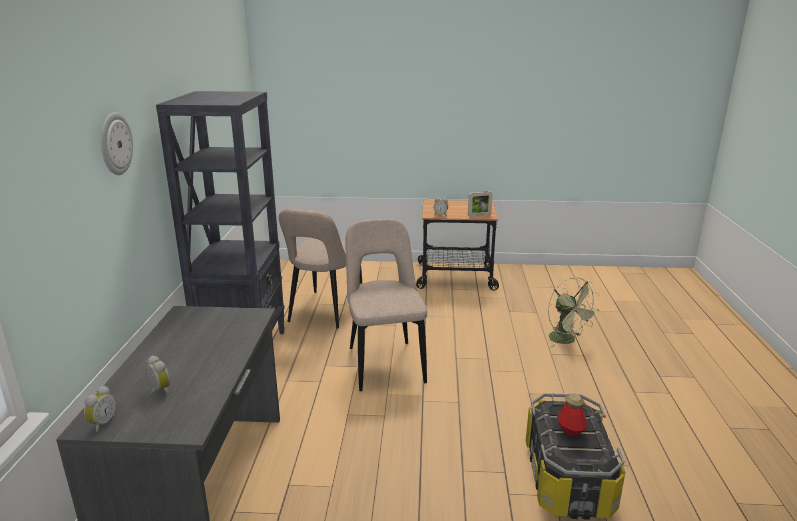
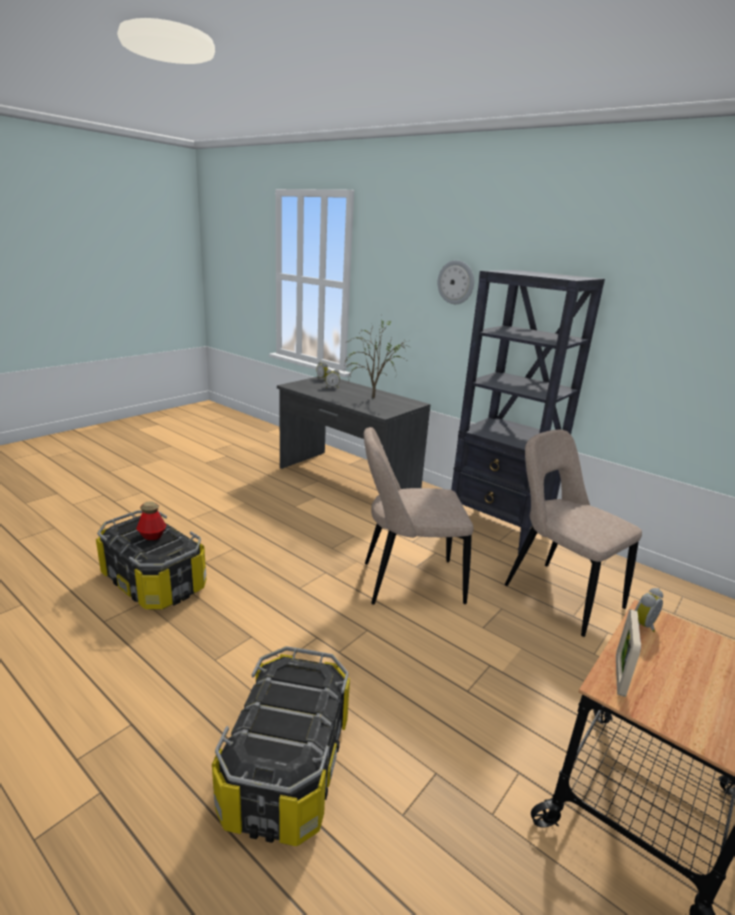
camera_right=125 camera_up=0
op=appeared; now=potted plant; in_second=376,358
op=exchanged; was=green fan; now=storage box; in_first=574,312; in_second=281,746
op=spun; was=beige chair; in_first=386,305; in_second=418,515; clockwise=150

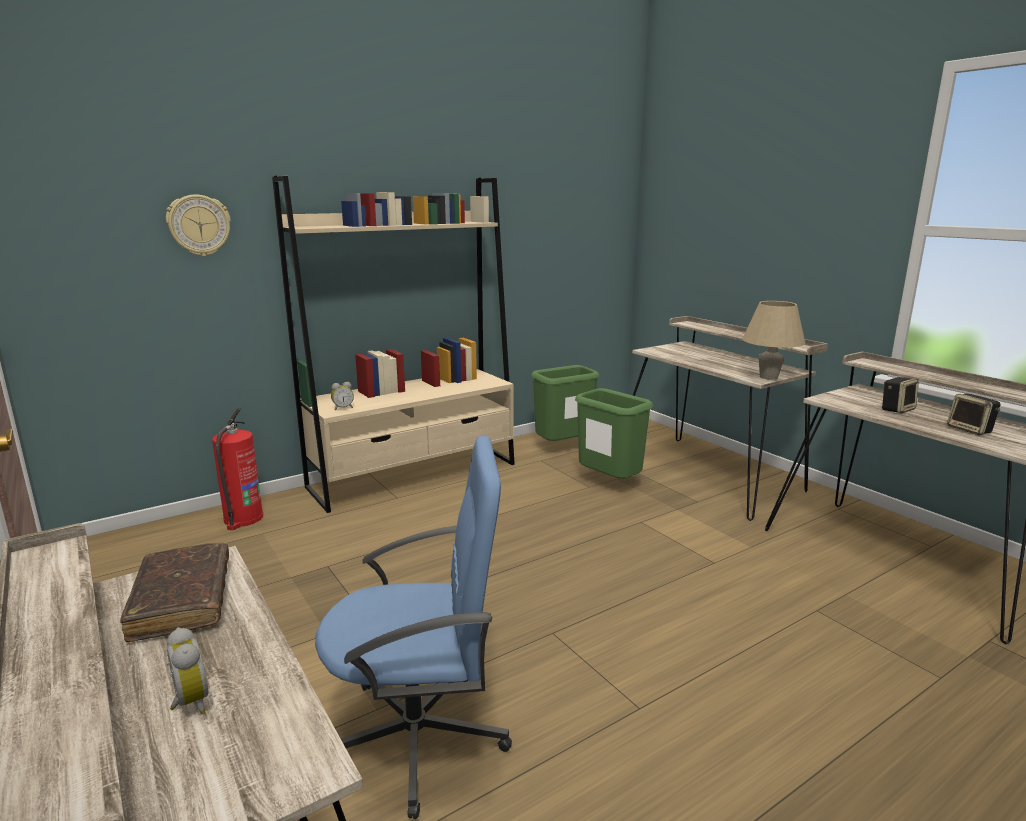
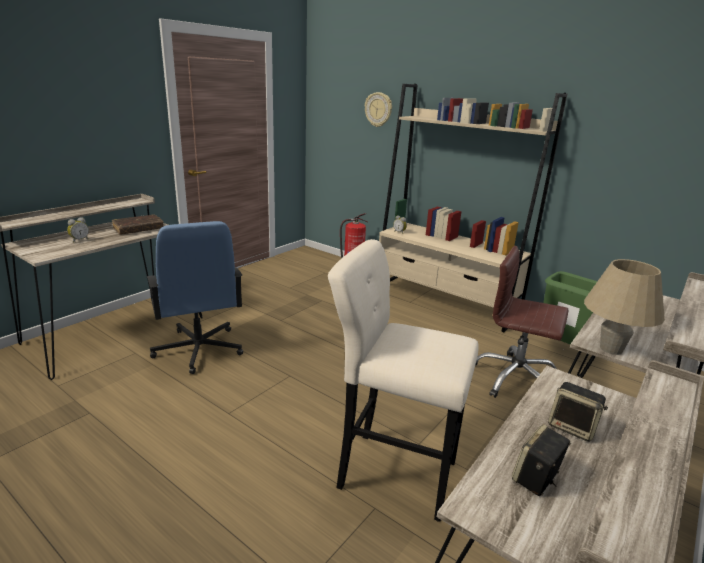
camera_right=70 camera_up=5
op=appeared; now=beige stool; in_second=403,380
op=exchanged; was=green trash can; now=brown office chair; in_first=614,433; in_second=522,322

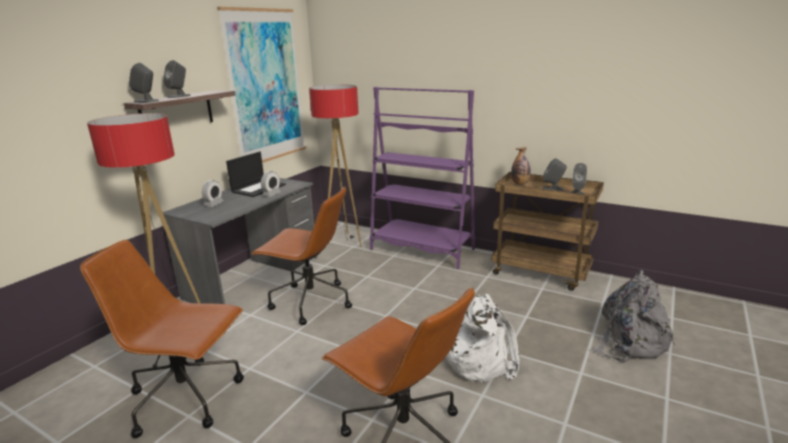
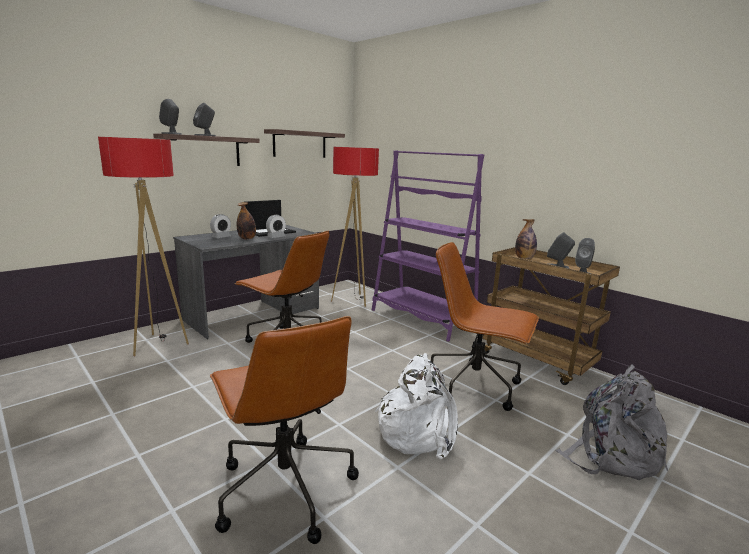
camera_right=15 camera_up=-5
op=appeared; now=bottle; in_second=246,221
op=relocated; was=brown office chair; in_first=162,339; in_second=485,326
op=exchanged; was=picture; now=shelf; in_first=262,85; in_second=304,143

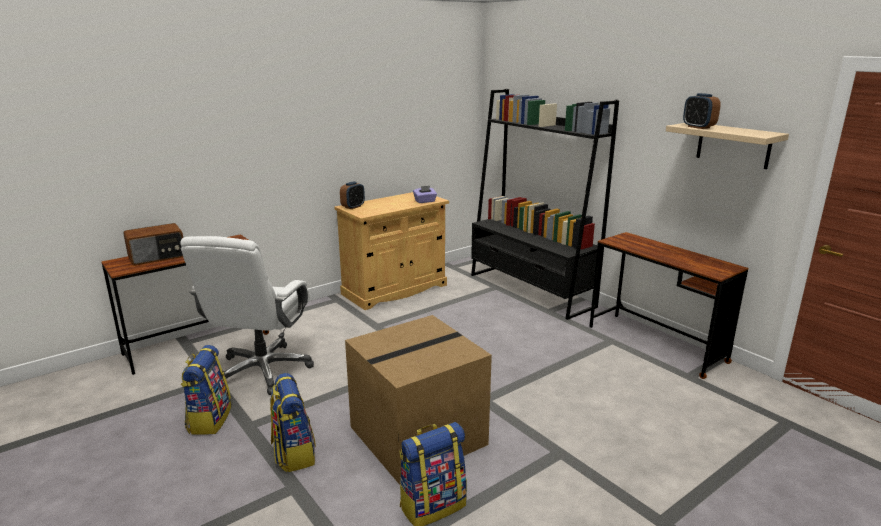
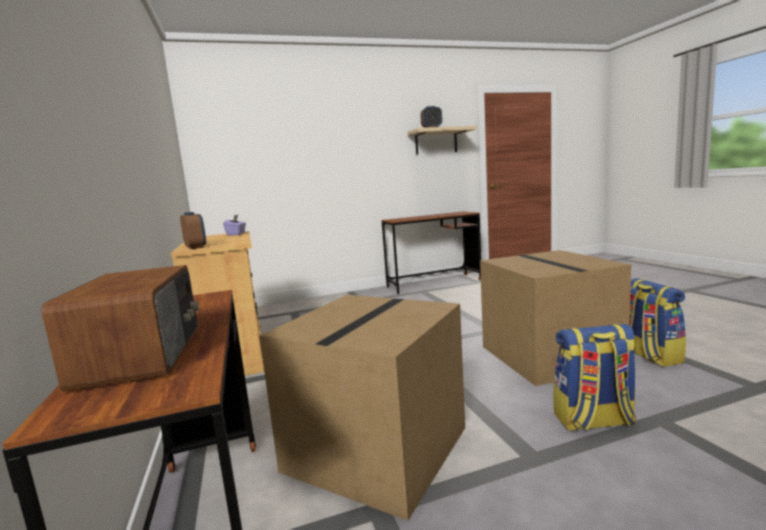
camera_right=-70 camera_up=-10
op=missing; was=backpack; in_first=206,390
op=missing; was=black bookcase; in_first=545,204
op=exchanged; was=white office chair; now=cardboard box; in_first=247,315; in_second=362,408

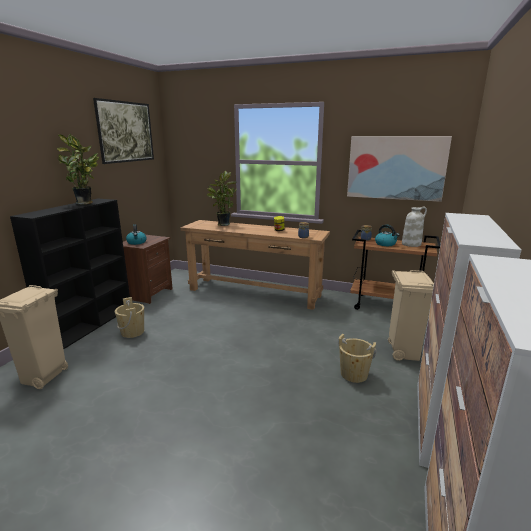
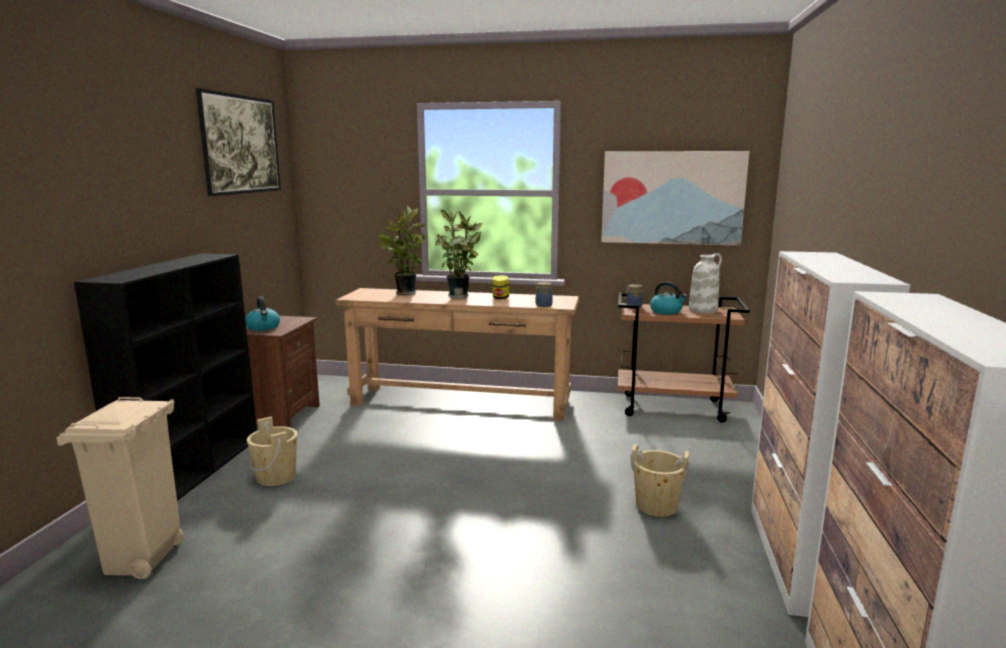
camera_right=-10 camera_up=-5
op=missing; was=beige trash can; in_first=411,315
op=relocated; was=potted plant; in_first=78,169; in_second=458,253

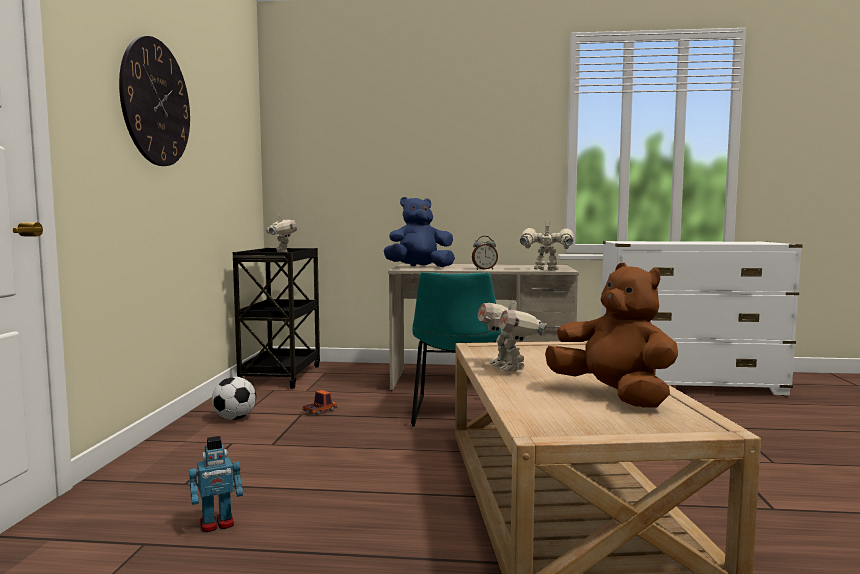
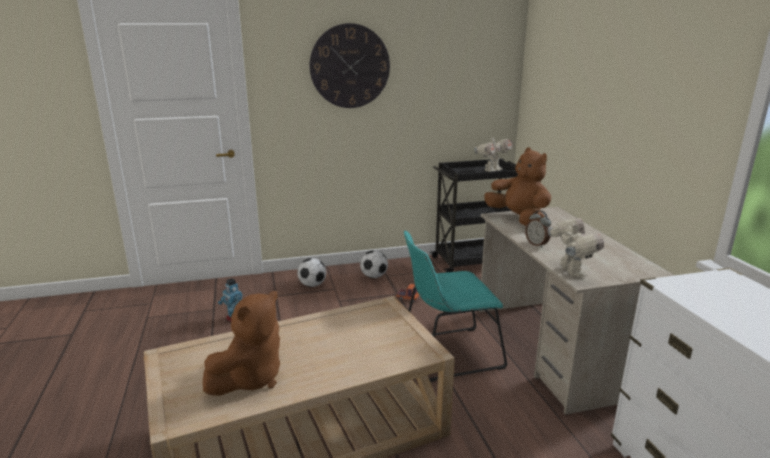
camera_right=70 camera_up=15
op=missing; was=toy robot; in_first=512,332
op=appeared; now=football; in_second=311,272
op=colour; was=blue plush toy; now=brown plush toy; in_first=419,232; in_second=517,187

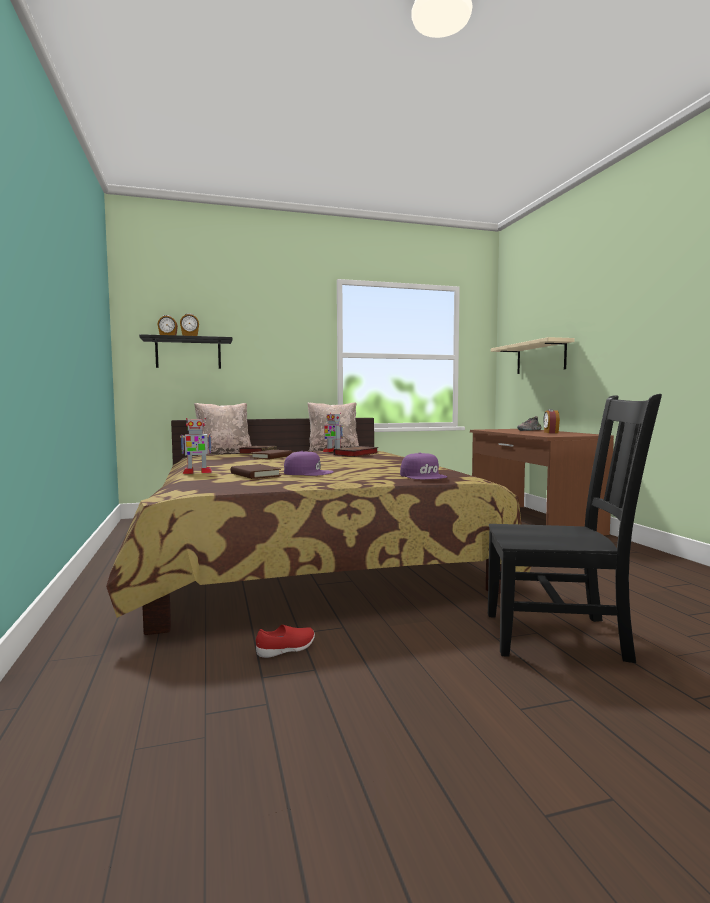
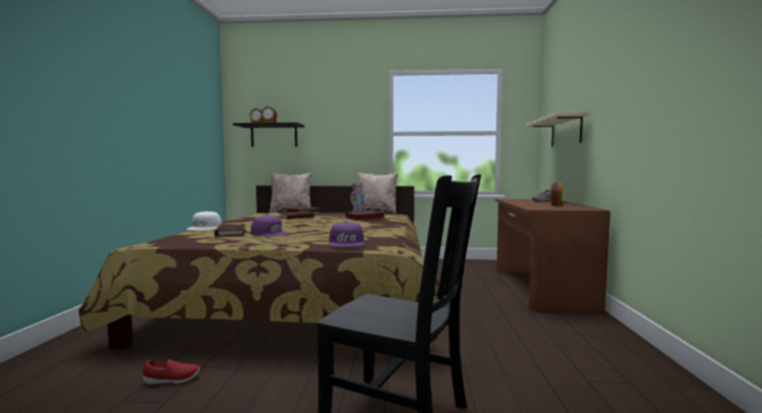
camera_right=20 camera_up=0
op=exchanged; was=toy robot; now=white cap; in_first=196,446; in_second=204,220

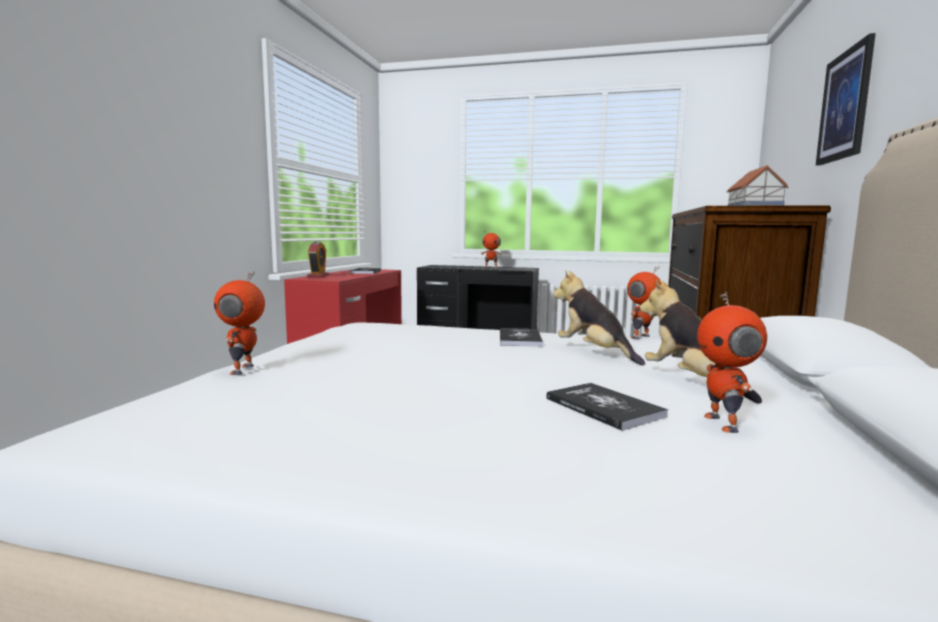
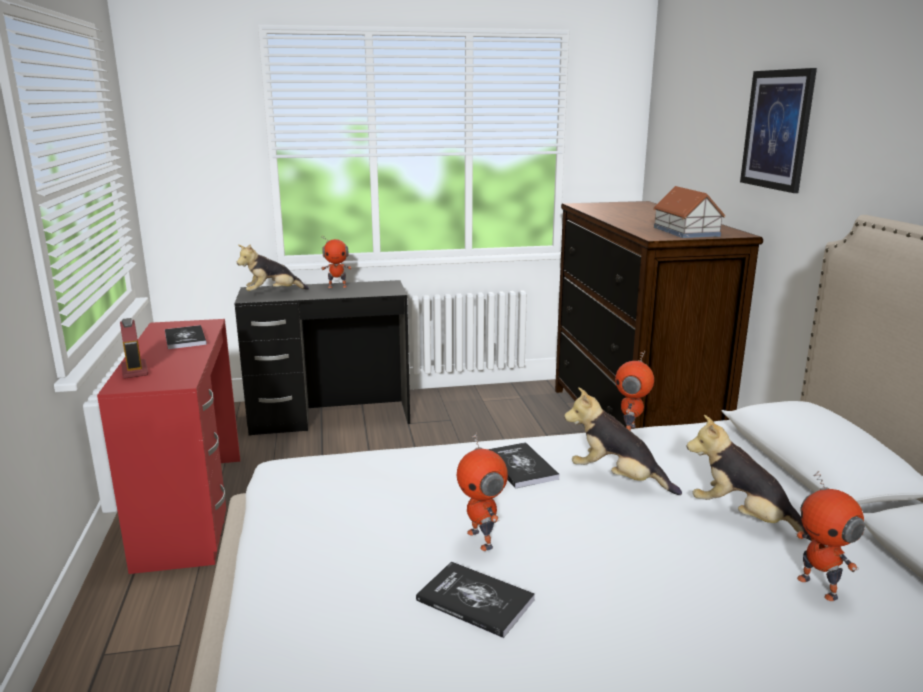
camera_right=-25 camera_up=10
op=appeared; now=plush toy; in_second=273,267
op=relocated; was=toy robot; in_first=239,323; in_second=482,492
op=relocated; was=book; in_first=607,407; in_second=475,599

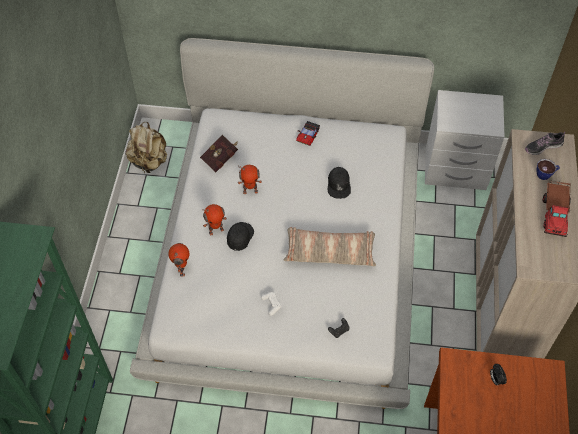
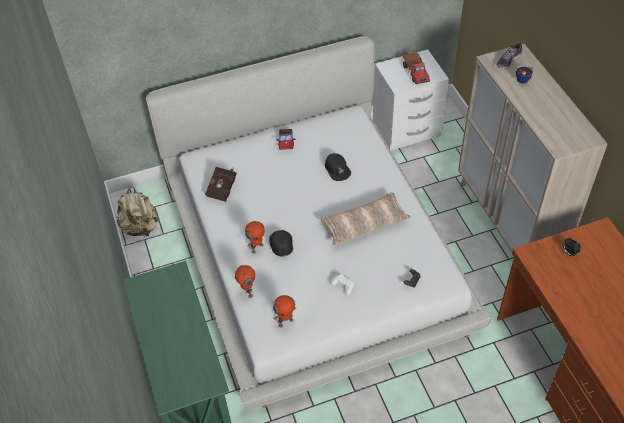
camera_right=-25 camera_up=-5
op=relocated; was=toy robot; in_first=250,179; in_second=284,311
op=relocated; was=toy truck; in_first=557,209; in_second=416,66

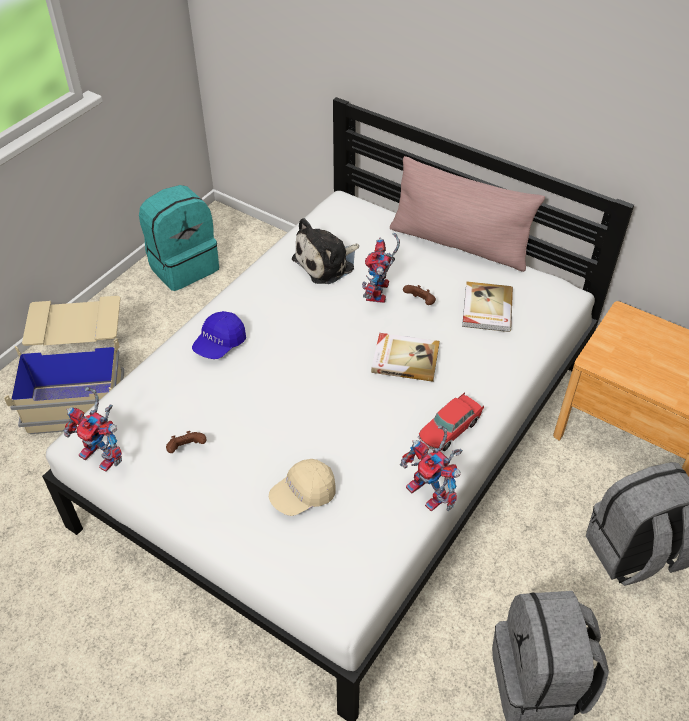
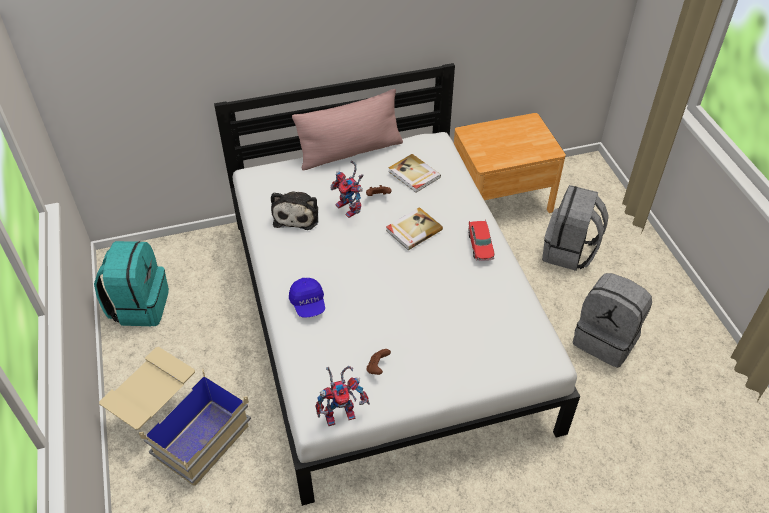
camera_right=-50 camera_up=0
op=missing; was=beige cap; in_first=302,487
op=missing; was=toy robot; in_first=431,468

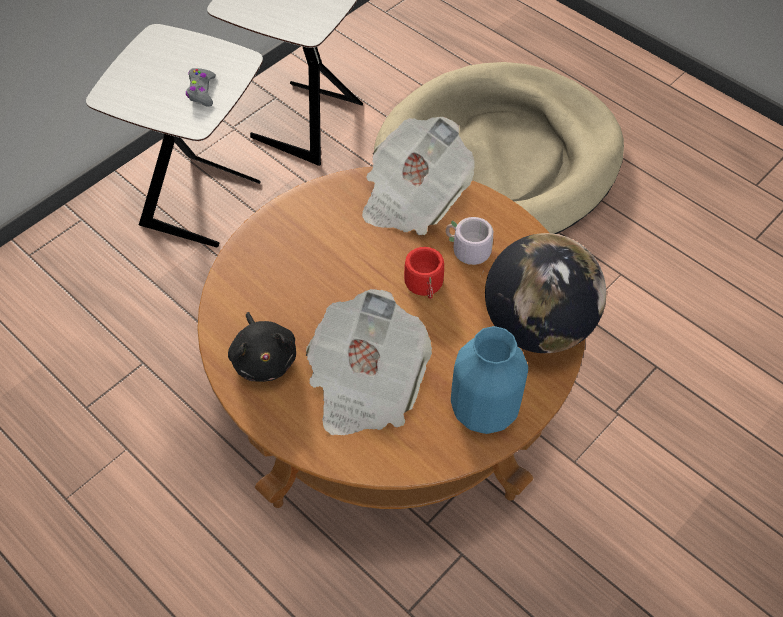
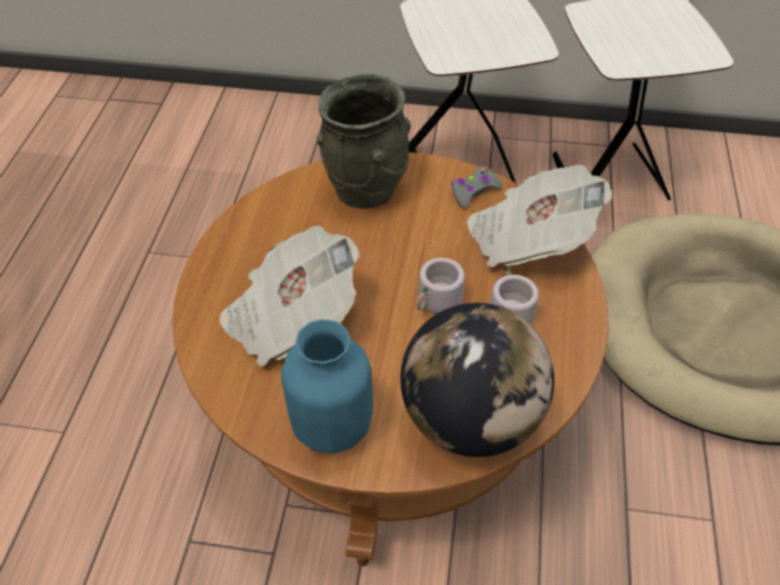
camera_right=55 camera_up=-5
op=missing; was=black plush toy; in_first=262,347
op=appeared; now=grey vase; in_second=364,141
op=relocated; was=grey game controller; in_first=201,87; in_second=477,187
op=colour; was=red mug; now=grey mug; in_first=424,273; in_second=444,285

